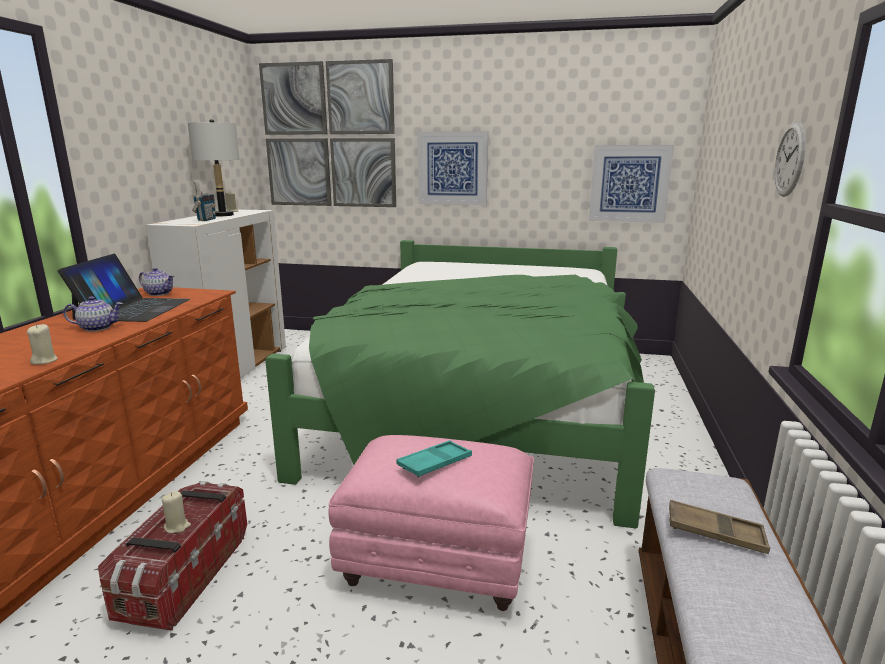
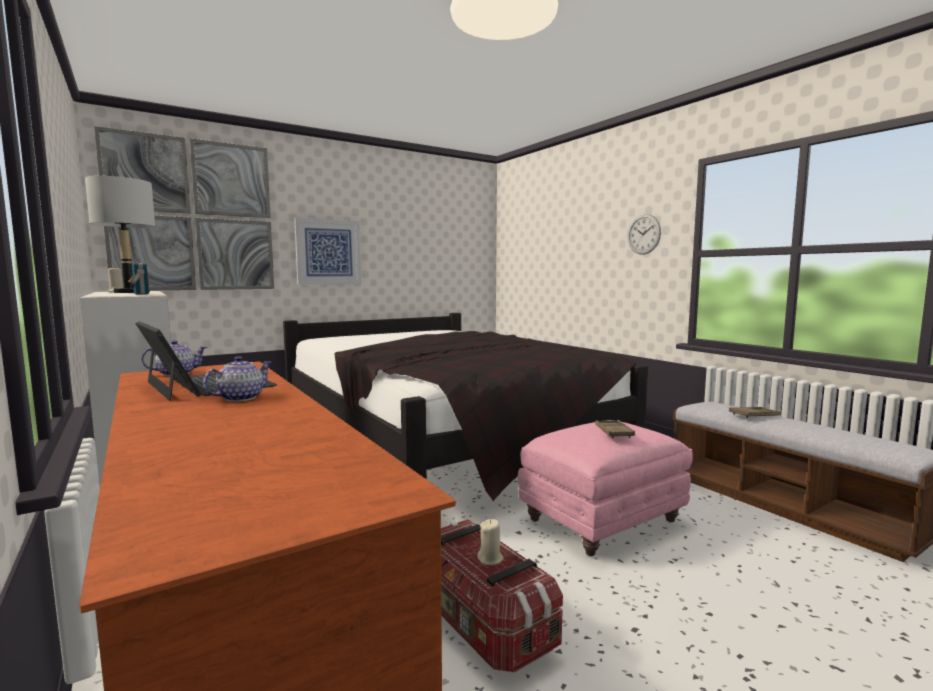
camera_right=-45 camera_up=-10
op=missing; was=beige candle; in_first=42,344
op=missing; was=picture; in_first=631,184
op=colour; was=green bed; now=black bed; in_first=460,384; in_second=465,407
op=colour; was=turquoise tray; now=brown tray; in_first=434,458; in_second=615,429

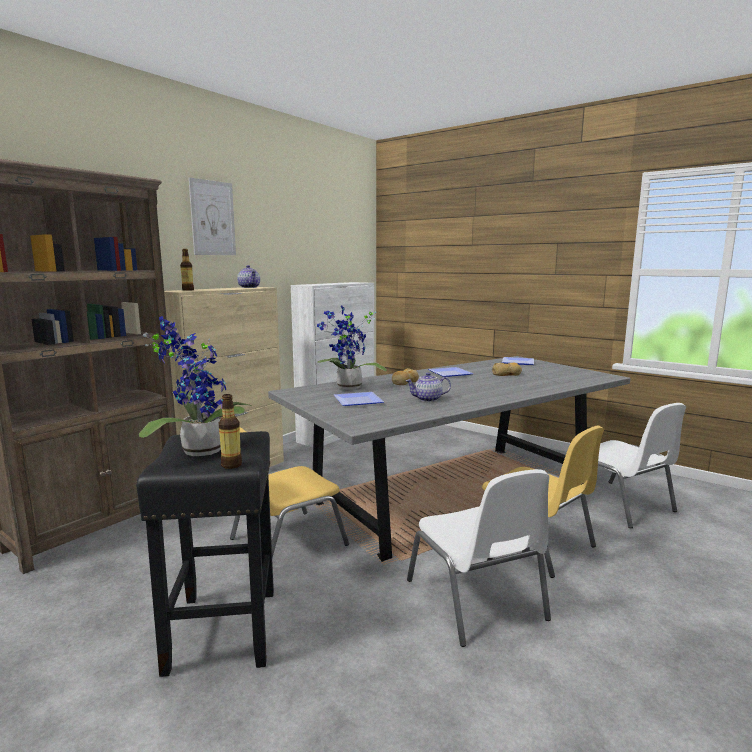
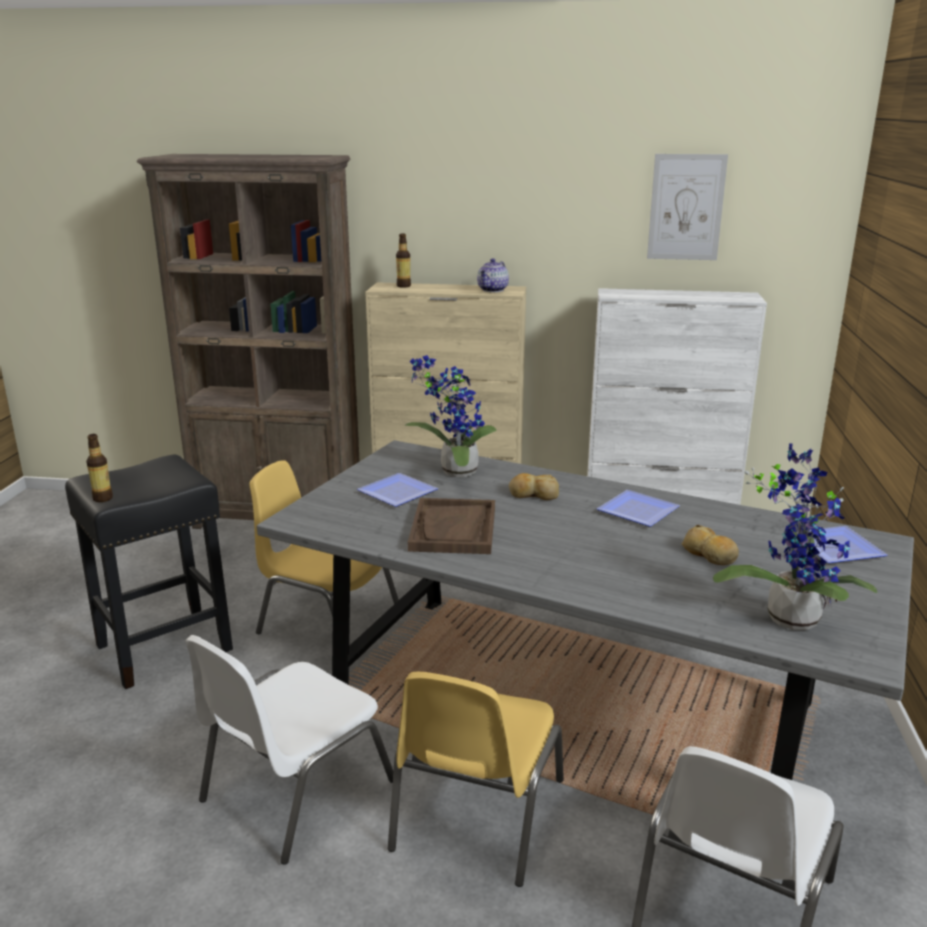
camera_right=60 camera_up=10
op=relocated; was=potted plant; in_first=196,386; in_second=795,536
op=relocated; was=picture; in_first=212,216; in_second=687,207
op=exchanged; was=teapot; now=brown tray; in_first=428,387; in_second=451,526

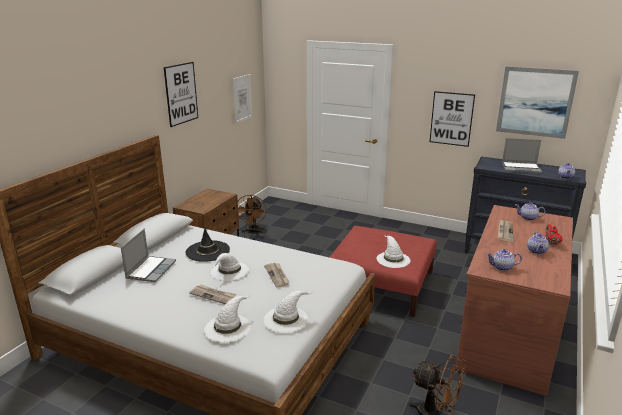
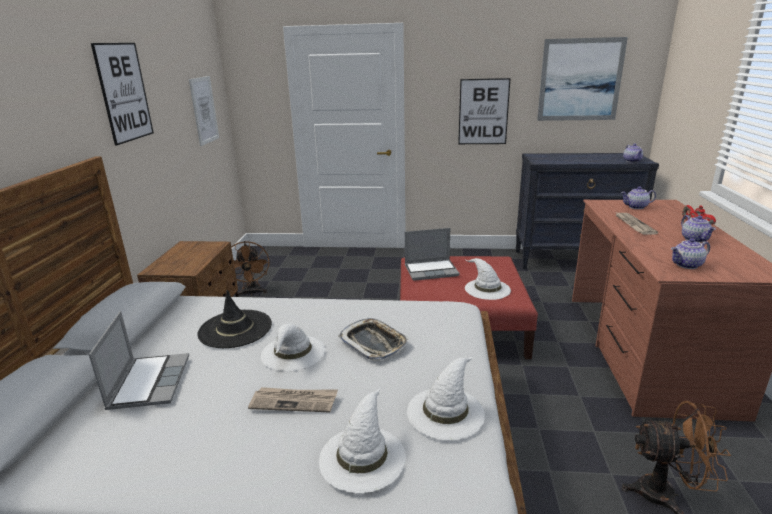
camera_right=-20 camera_up=0
op=relocated; was=laptop; in_first=522,156; in_second=432,254
op=exchanged; was=newspaper; now=tray; in_first=276,275; in_second=373,339

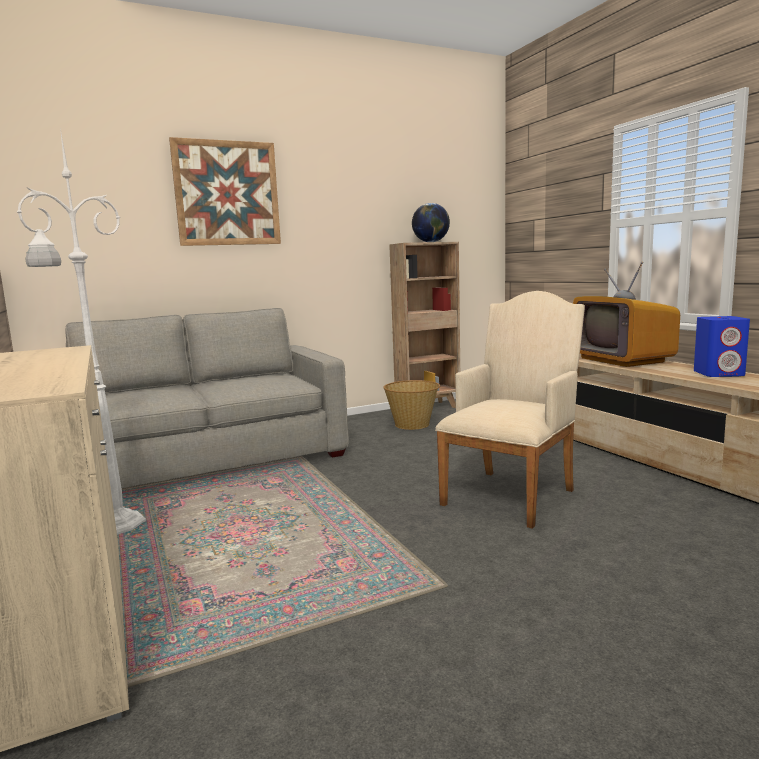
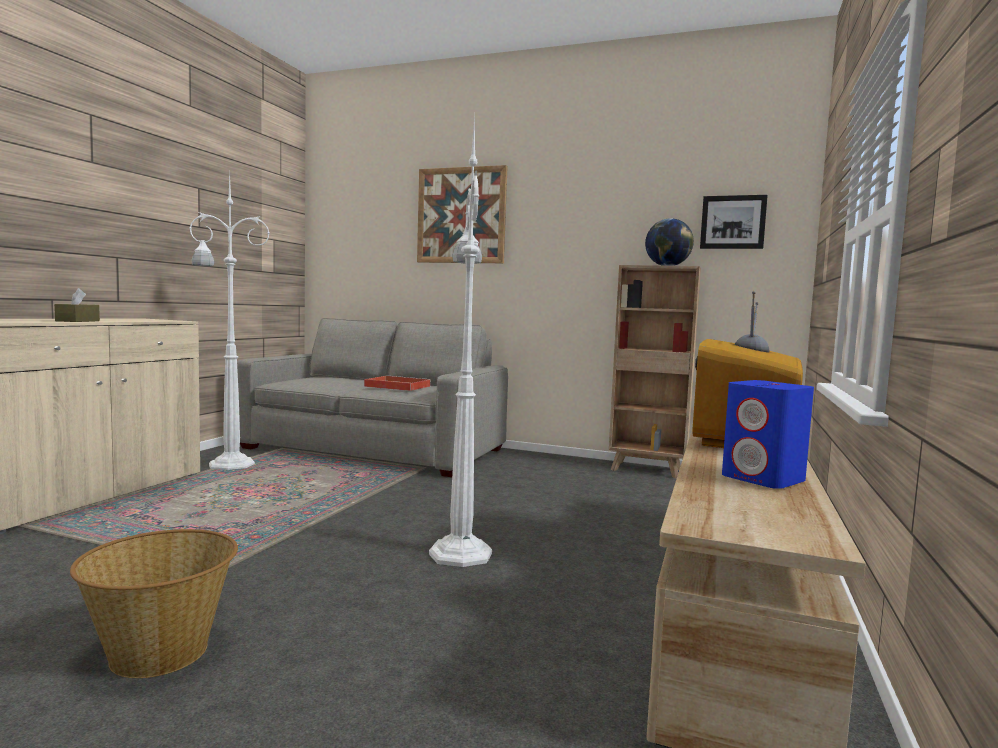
camera_right=45 camera_up=-5
op=appeared; now=brown tissue box; in_second=77,305
op=appeared; now=red tray; in_second=397,383
op=appeared; now=picture; in_second=734,222
op=relocated; was=basket; in_first=411,405; in_second=154,603
op=exchanged; was=beige armchair; now=white floor lamp; in_first=510,410; in_second=460,340

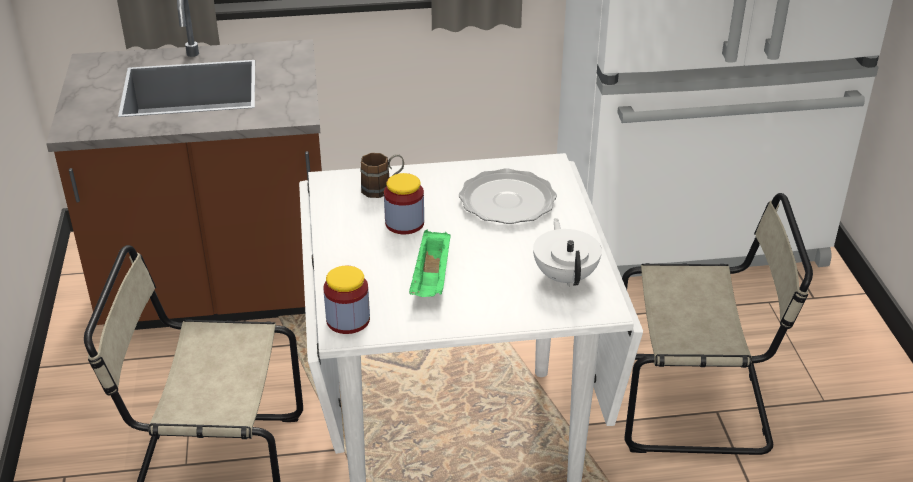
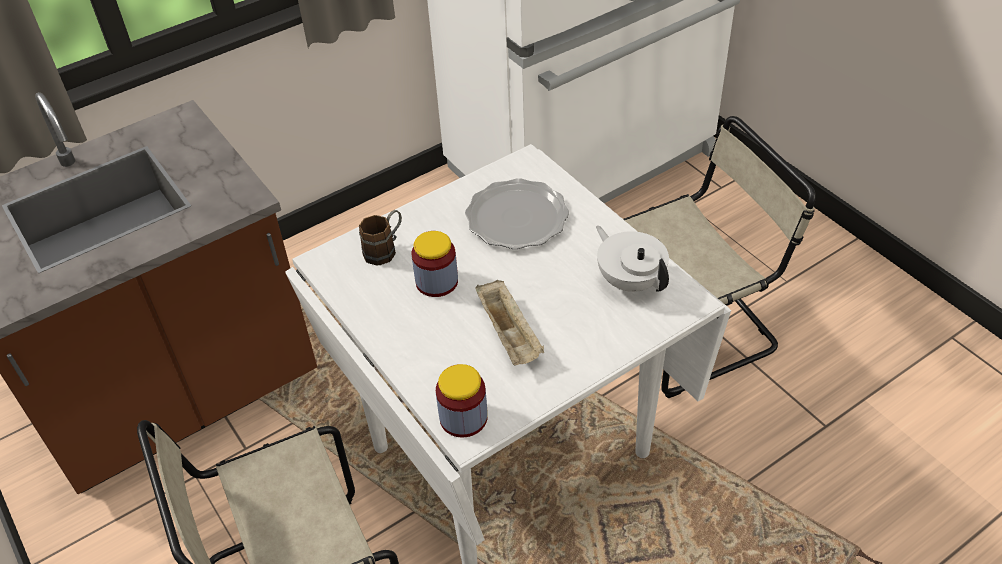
camera_right=-25 camera_up=10
op=colour; was=green tray; now=beige tray; in_first=430,263; in_second=509,323

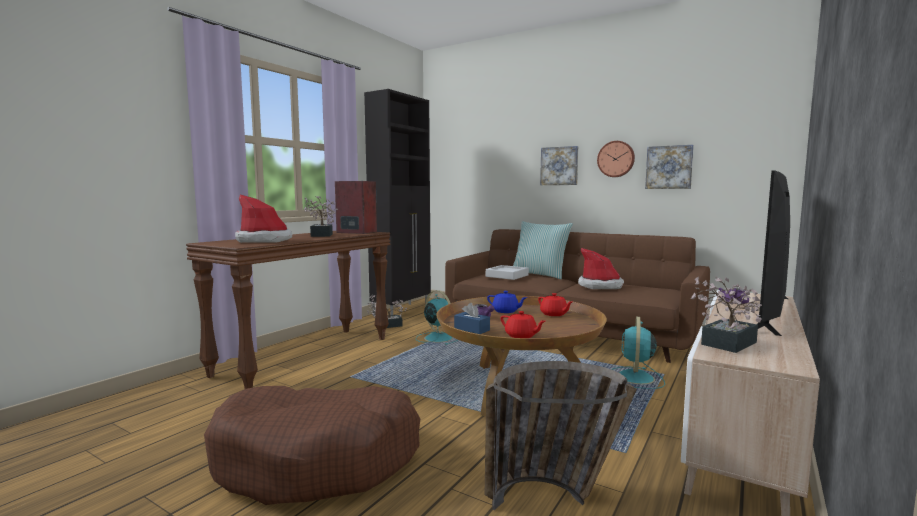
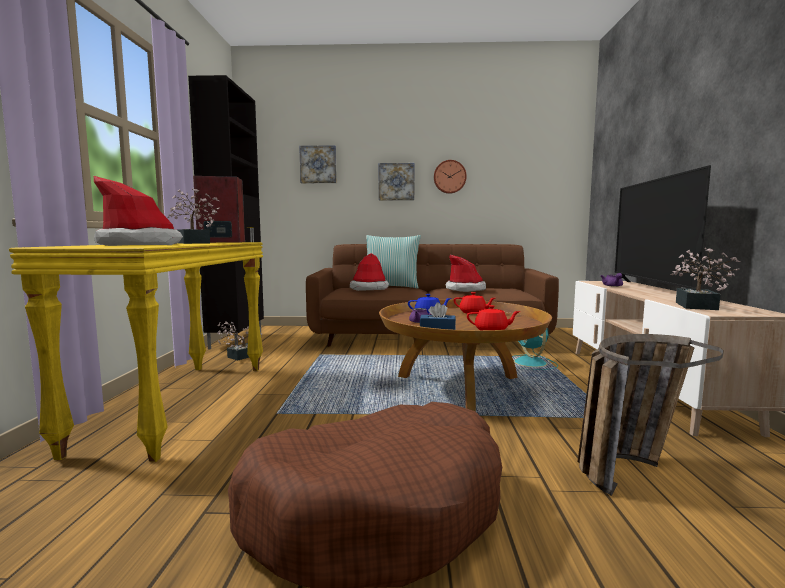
camera_right=-30 camera_up=0
op=missing; was=turquoise fan; in_first=437,317
op=relocated; was=picture; in_first=669,167; in_second=318,164
op=exchanged; was=grey tray; now=hat; in_first=507,272; in_second=369,272
op=colour; was=brown console table; now=yellow console table; in_first=288,310; in_second=136,352

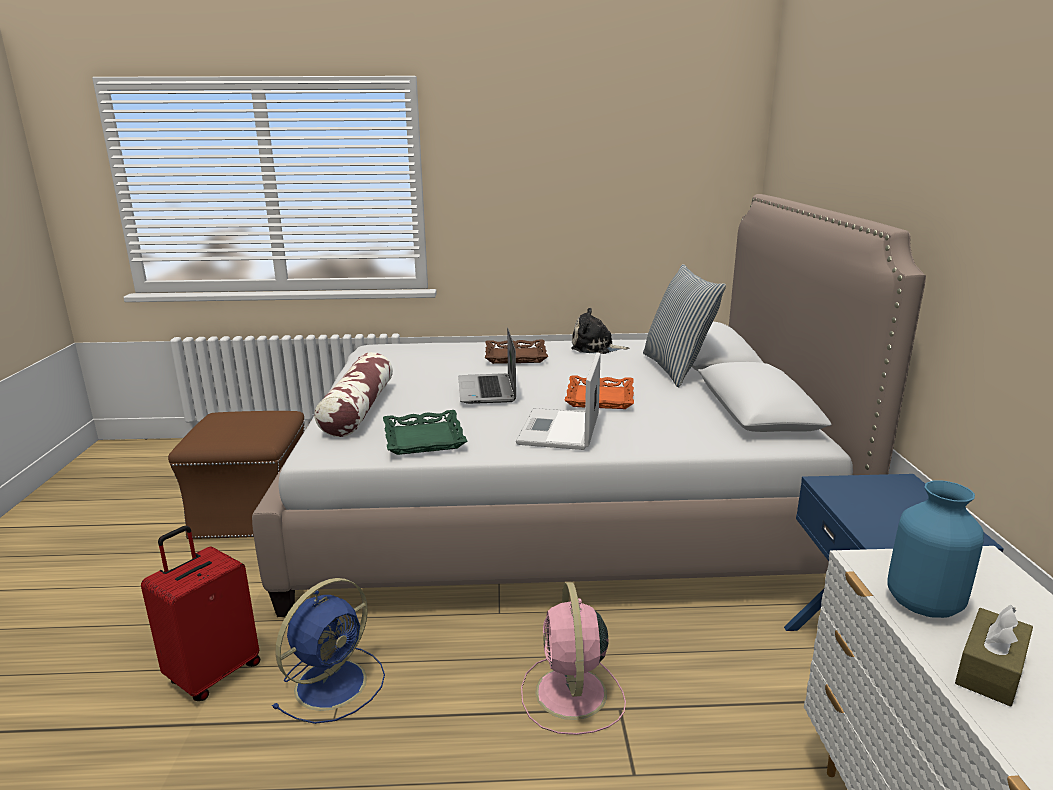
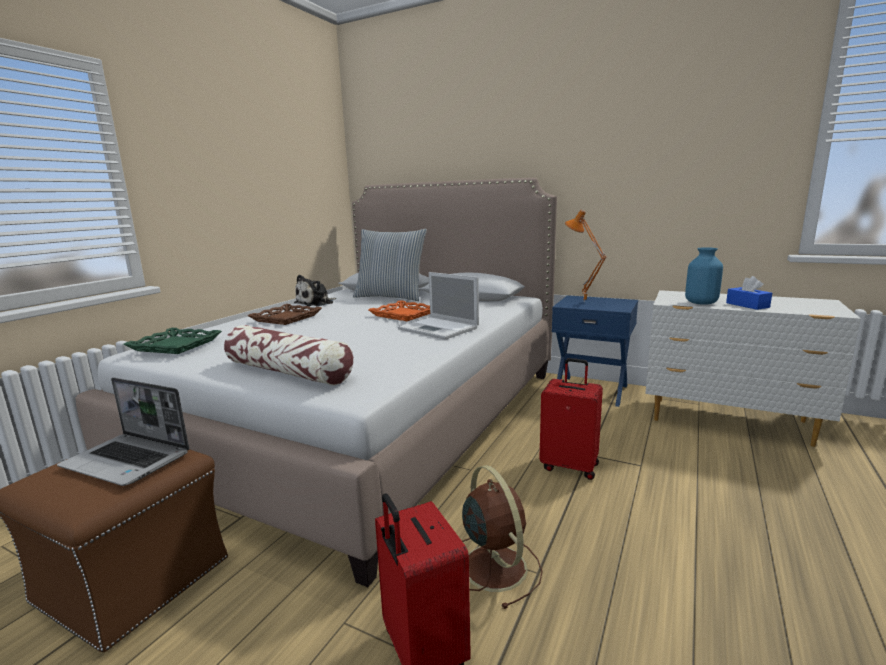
camera_right=-60 camera_up=-5
op=appeared; now=orange table lamp; in_second=585,256
op=relocated; was=green tray; in_first=425,432; in_second=172,341
op=relocated; was=laptop; in_first=487,366; in_second=123,431
op=exchanged; was=pink fan; now=red suitcase; in_first=573,658; in_second=571,419
op=colour; was=blue fan; now=brown fan; in_first=328,651; in_second=502,537
op=colour; was=brown tissue box; now=blue tissue box; in_first=994,656; in_second=749,293

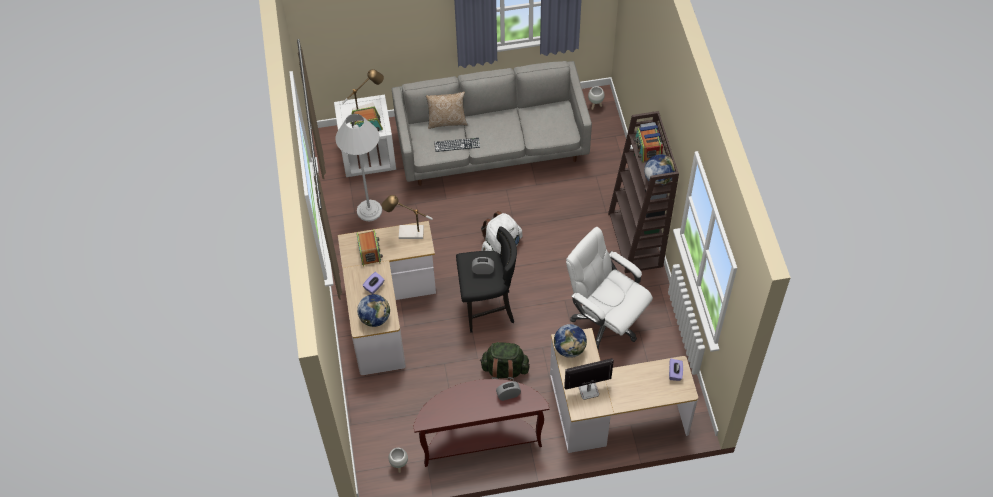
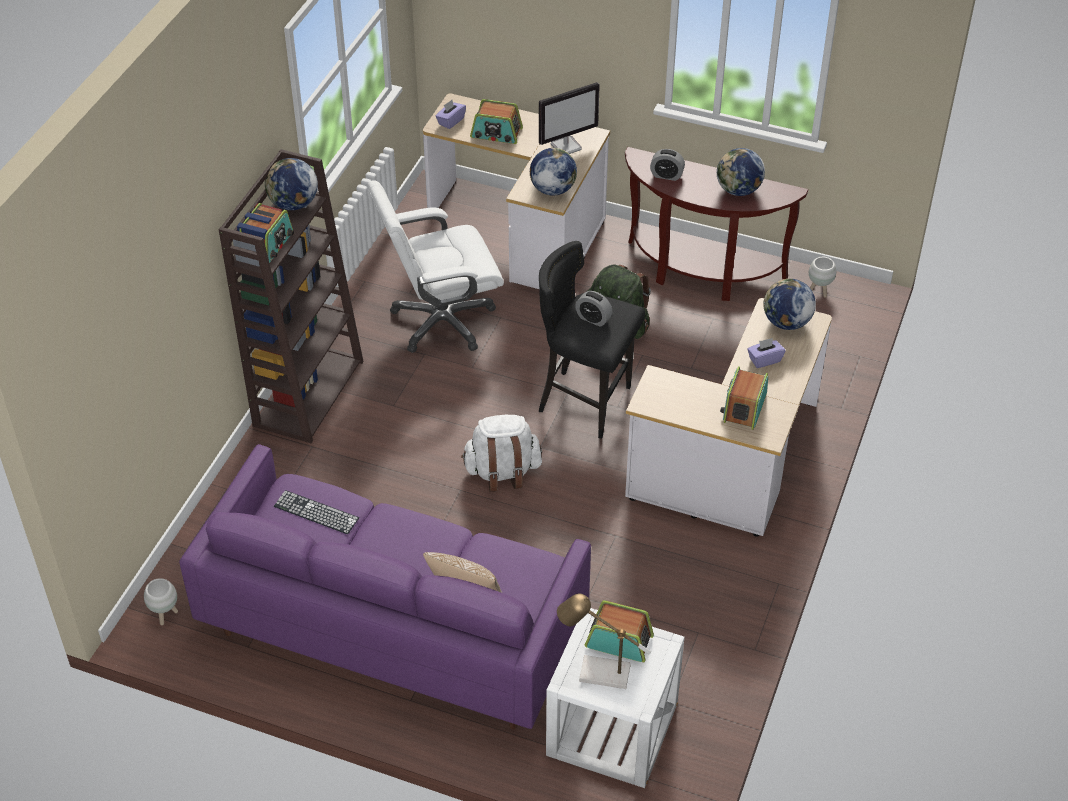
camera_right=-150 camera_up=-10
op=missing; was=white floor lamp; in_first=358,167
op=missing; was=table lamp; in_first=407,217
op=appeared; now=radio; in_second=496,121
op=appeared; now=globe; in_second=741,172
op=relocated; was=keyboard; in_first=457,145; in_second=316,512
op=colour; was=grey sofa; now=purple sofa; in_first=492,123; in_second=385,586
op=spun; was=monitor; in_first=589,379; in_second=569,118; clockwise=-45
op=spun; was=white office chair; in_first=609,288; in_second=435,266; clockwise=90

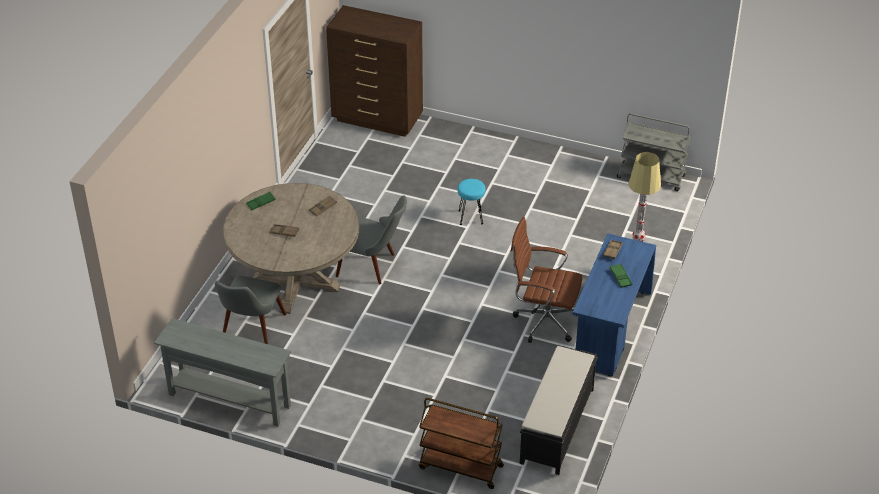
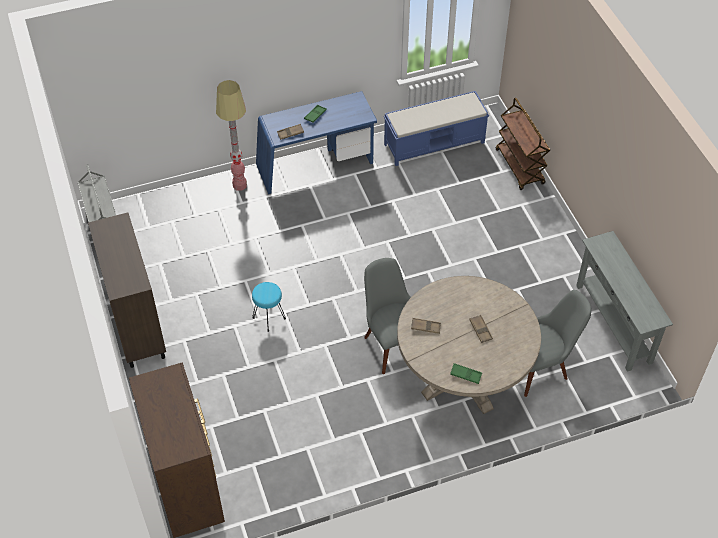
camera_right=-130 camera_up=10
op=missing; was=brown office chair; in_first=546,280
op=appeared; now=brown cabinet; in_second=127,290
op=colour; was=black bench; now=blue bench; in_first=559,410; in_second=436,128

